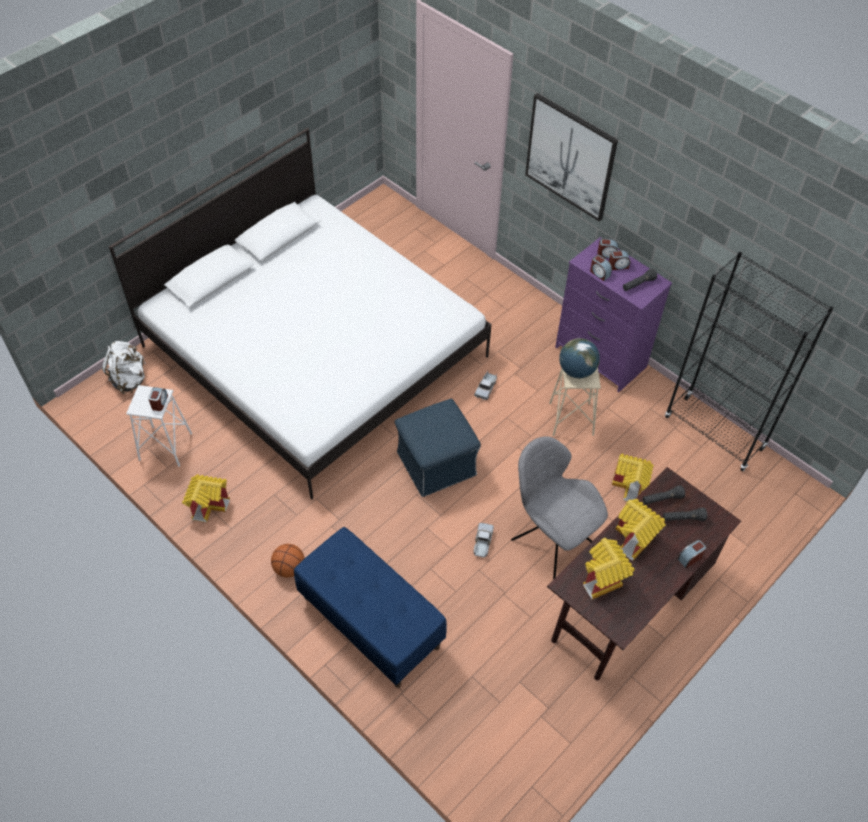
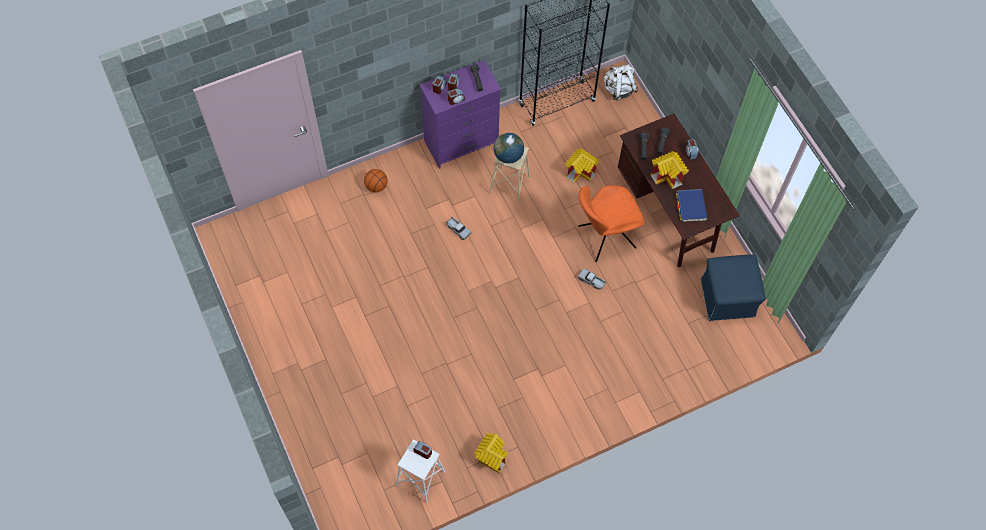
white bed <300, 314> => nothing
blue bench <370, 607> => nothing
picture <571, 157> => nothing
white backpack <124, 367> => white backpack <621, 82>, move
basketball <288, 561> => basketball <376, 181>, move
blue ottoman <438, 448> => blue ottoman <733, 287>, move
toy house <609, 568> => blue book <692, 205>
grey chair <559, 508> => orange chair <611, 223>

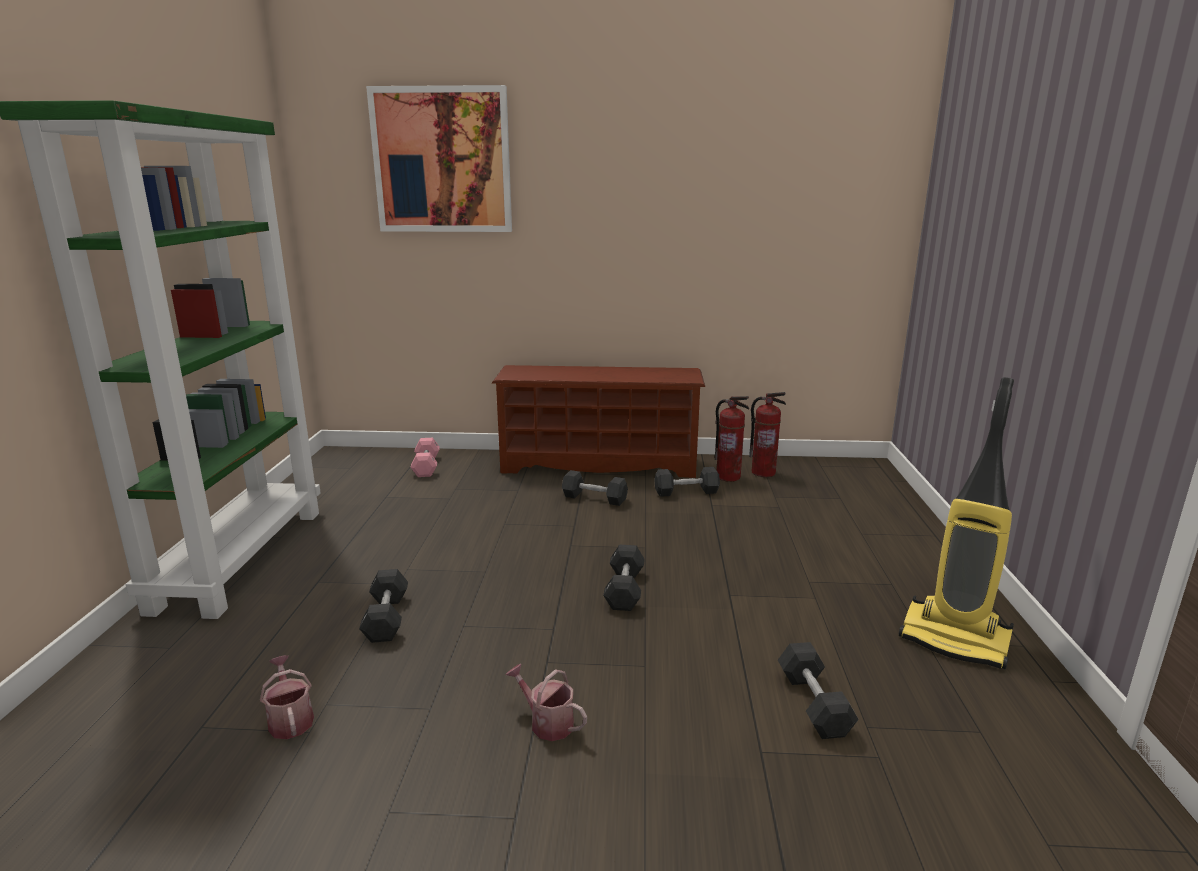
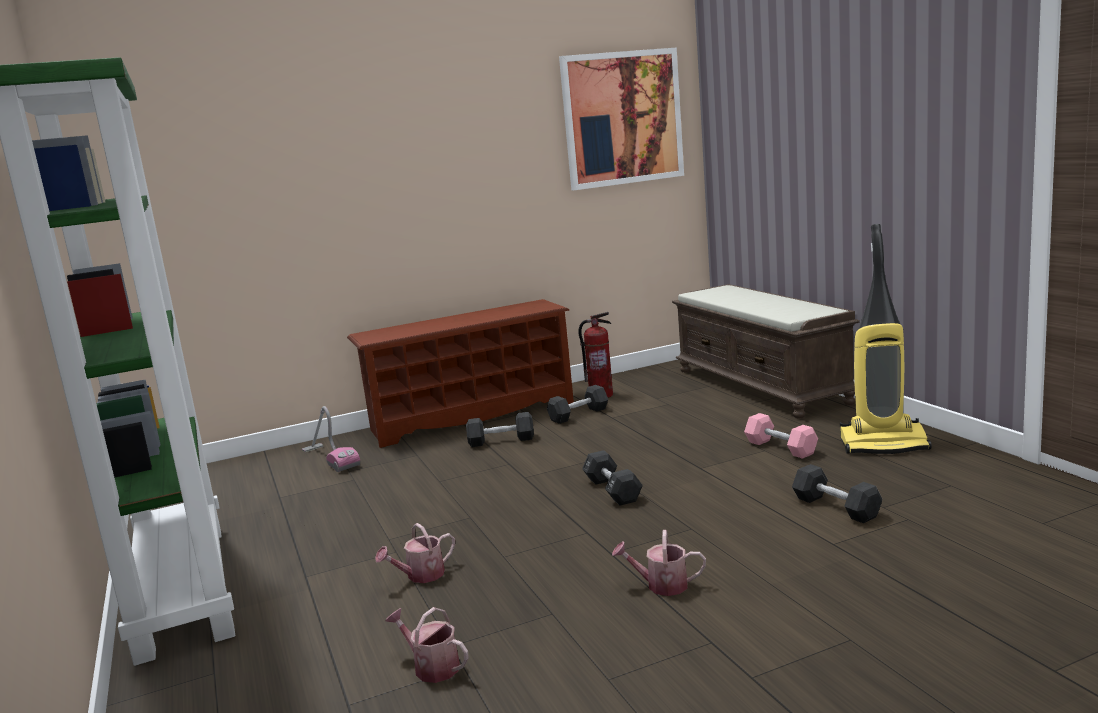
fire extinguisher <767, 434> => nothing
nothing => vacuum cleaner <331, 439>
nothing => brown bench <766, 351>
picture <439, 158> => picture <621, 118>, move
pink dumbbell <425, 457> => pink dumbbell <781, 436>, move
black dumbbell <383, 606> => watering can <415, 553>

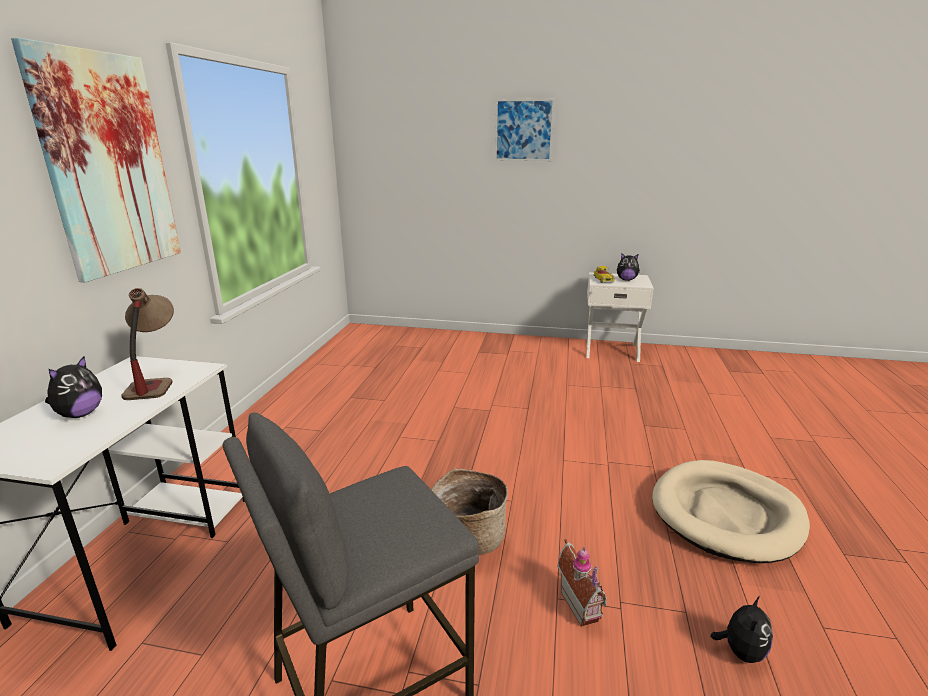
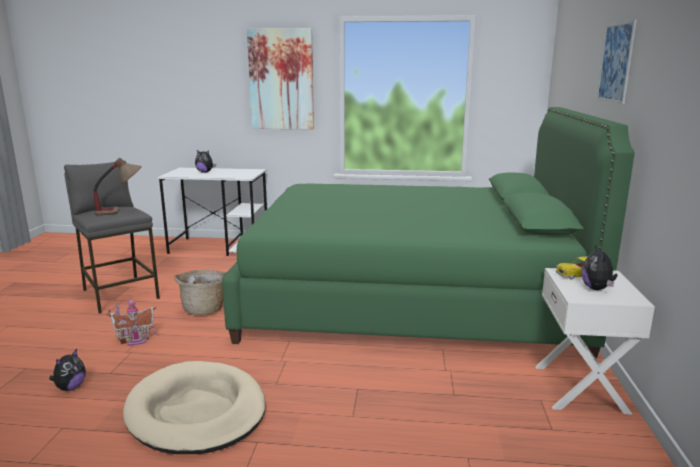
nothing => green bed <428, 233>
table lamp <147, 344> => table lamp <118, 186>, move
plush toy <741, 629> => plush toy <67, 370>, 90 degrees counterclockwise

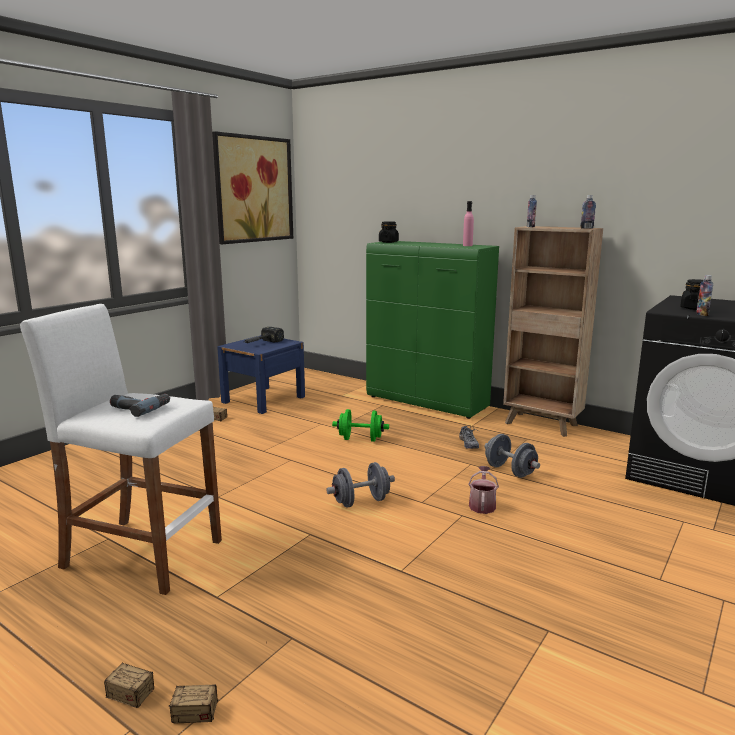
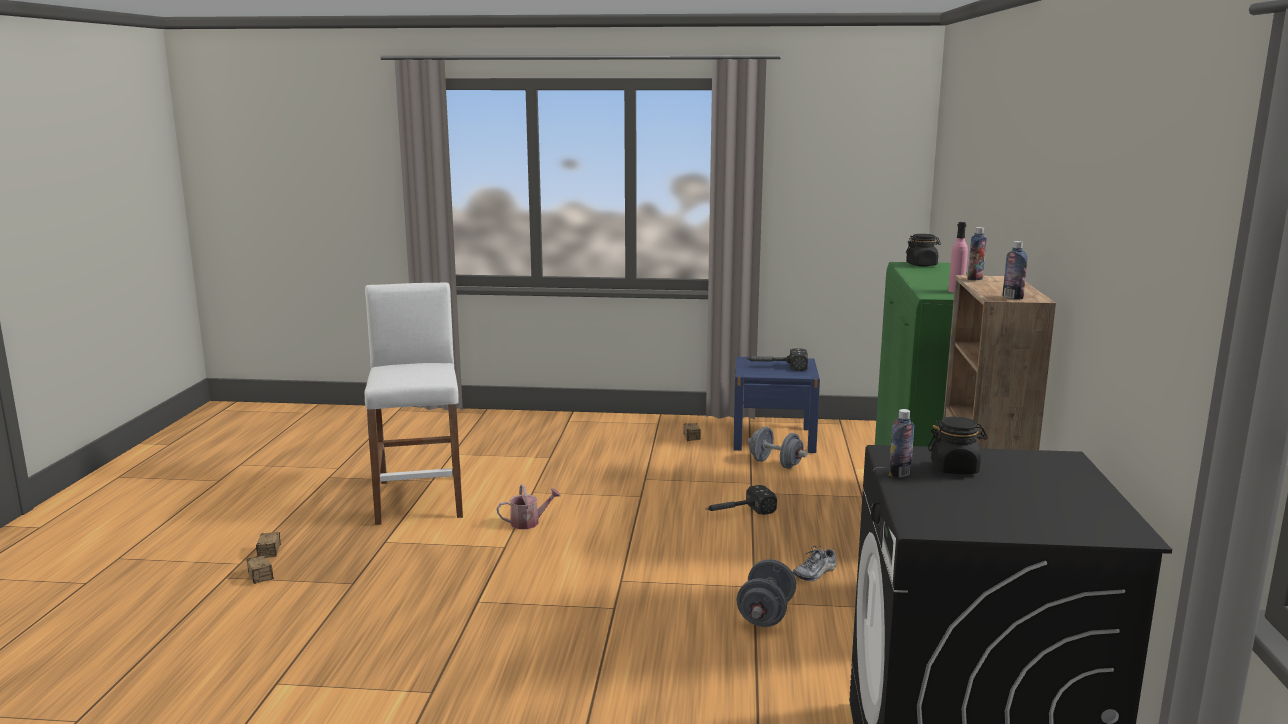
power drill <140, 405> => nothing
picture <252, 187> => nothing
grey dumbbell <360, 485> => grey dumbbell <777, 448>, move
watering can <483, 490> => watering can <529, 506>, move
green dumbbell <360, 425> => hammer <741, 500>

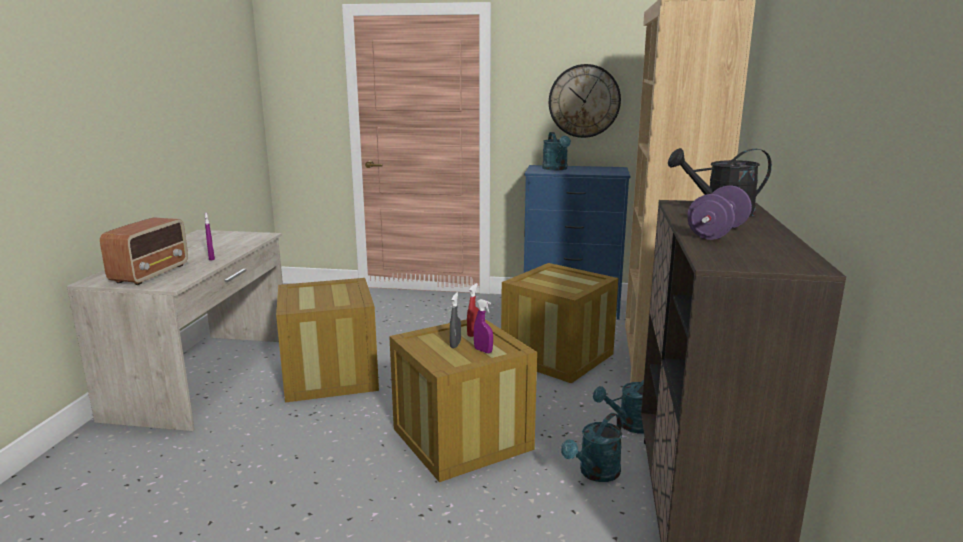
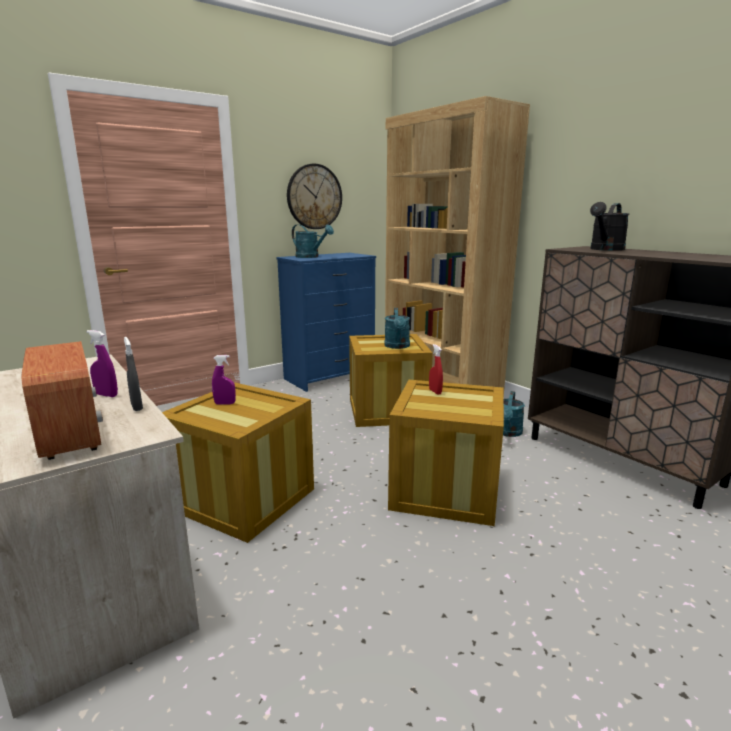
purple dumbbell <719, 213> => nothing
grey spray bottle <455, 320> => grey spray bottle <133, 374>, move
purple spray bottle <483, 326> => purple spray bottle <224, 379>, move
turquoise watering can <591, 447> => turquoise watering can <397, 328>, move

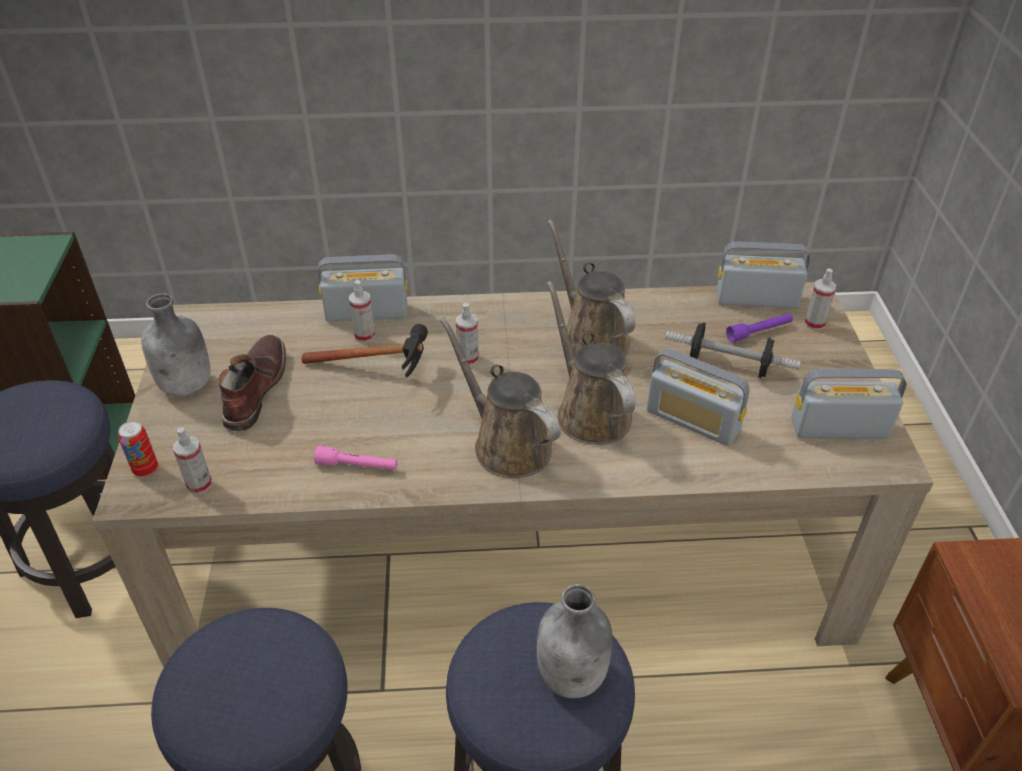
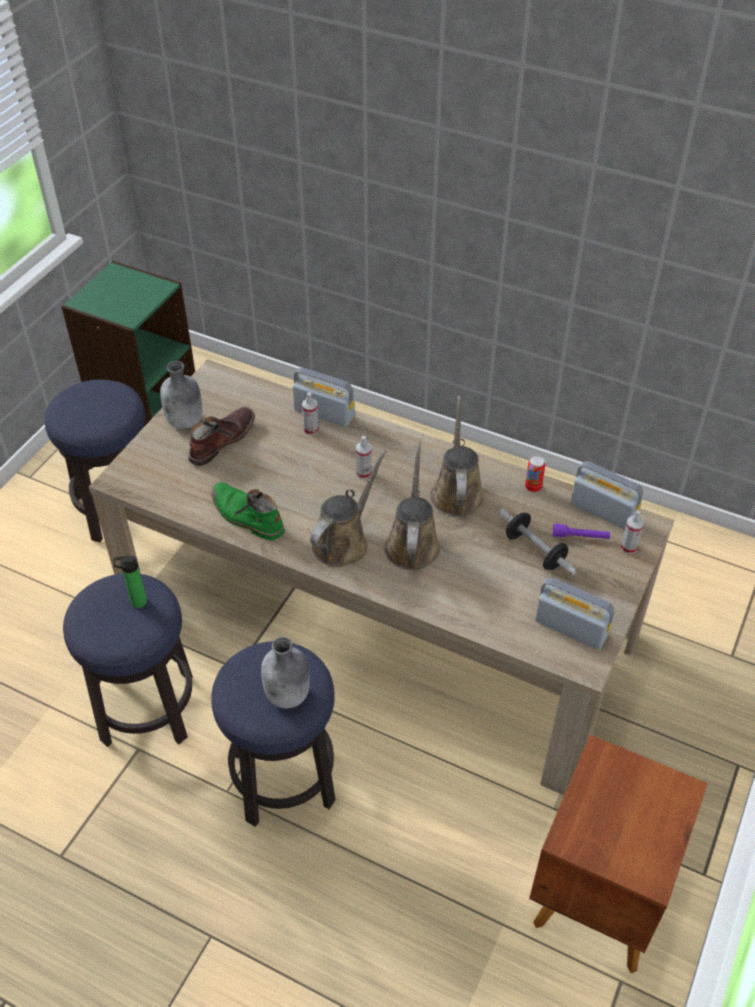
spray bottle <192, 460> => nothing
hammer <365, 351> => nothing
radio <698, 397> => nothing
nothing => bottle <130, 581>
can <138, 449> => can <535, 474>, move
pink flashlight <356, 457> => green boot <248, 511>
brown watering can <500, 397> => brown watering can <348, 508>, 45 degrees clockwise

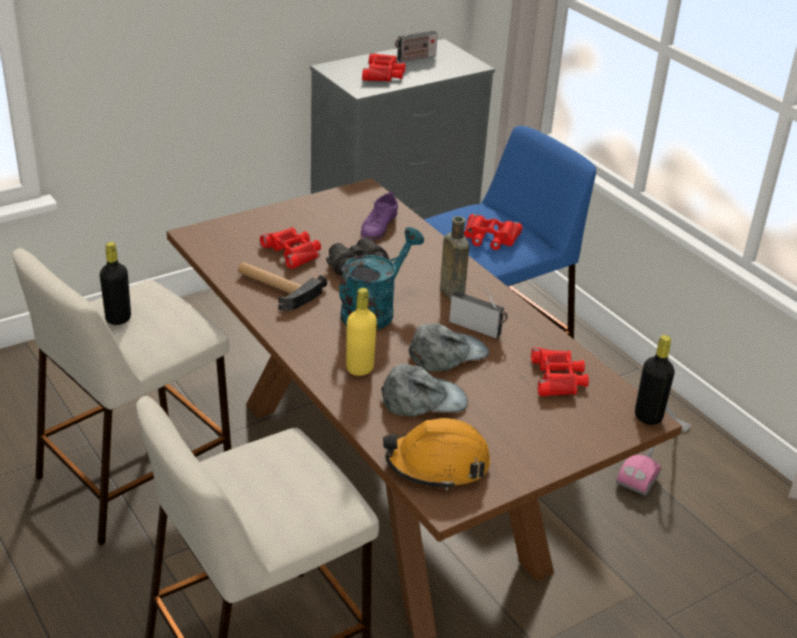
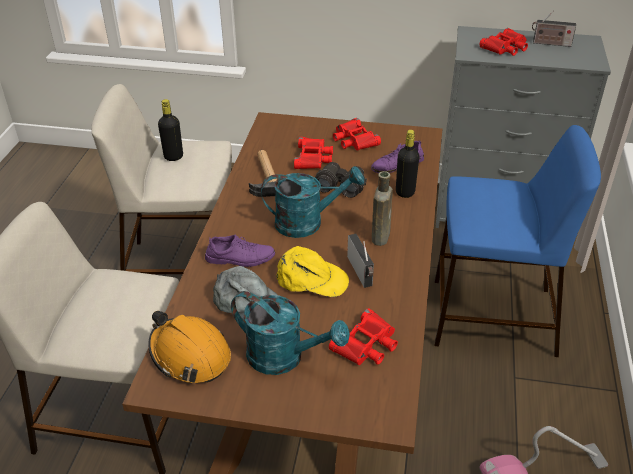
nothing => turquoise watering can <290, 333>
red binoculars <493, 232> => red binoculars <357, 134>, move
black bottle <655, 380> => black bottle <407, 164>, move
yellow bottle <361, 332> => purple shoe <240, 251>
grey cap <449, 347> => yellow cap <312, 271>

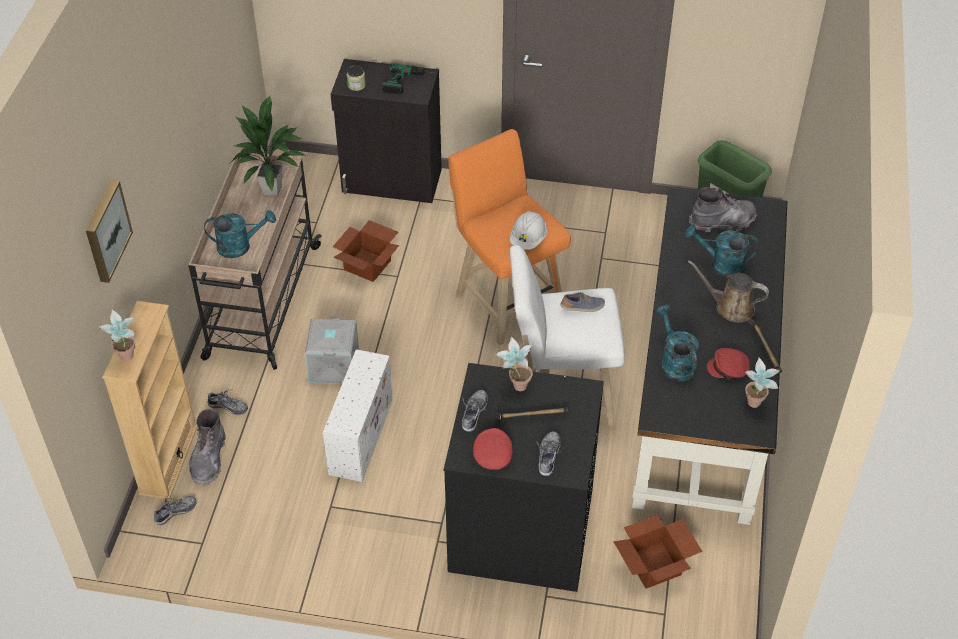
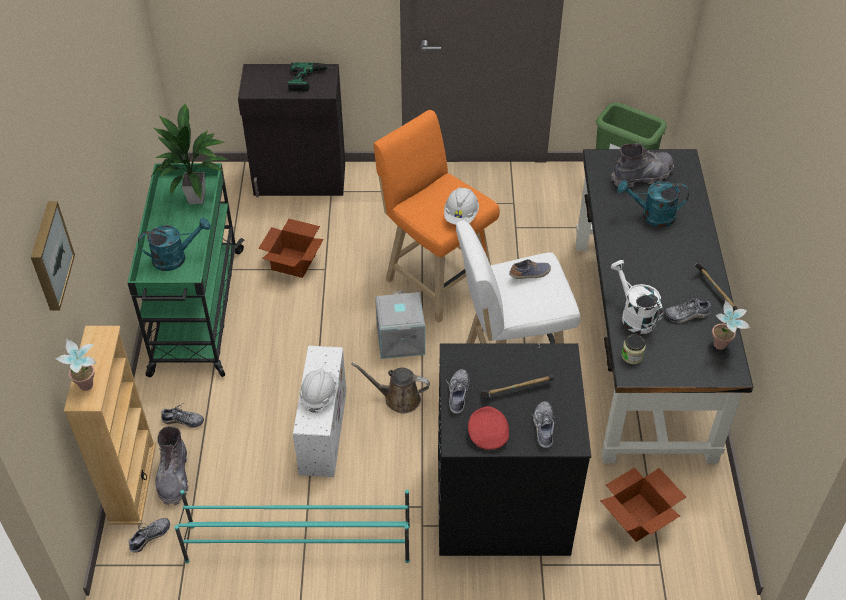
potted plant <514, 364> => nothing
nothing => turquoise shoe rack <292, 526>
nothing => white hard hat <319, 390>
grey storage box <332, 350> => grey storage box <400, 325>, move
jar <356, 78> => jar <633, 349>, move
brown watering can <728, 291> => brown watering can <390, 388>, move
red cap <728, 363> => shoe <688, 309>
beige cart <255, 260> => green cart <186, 270>
turquoise watering can <677, 343> => white watering can <637, 297>

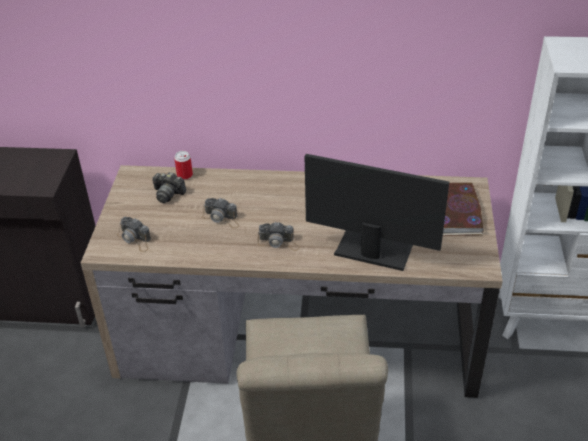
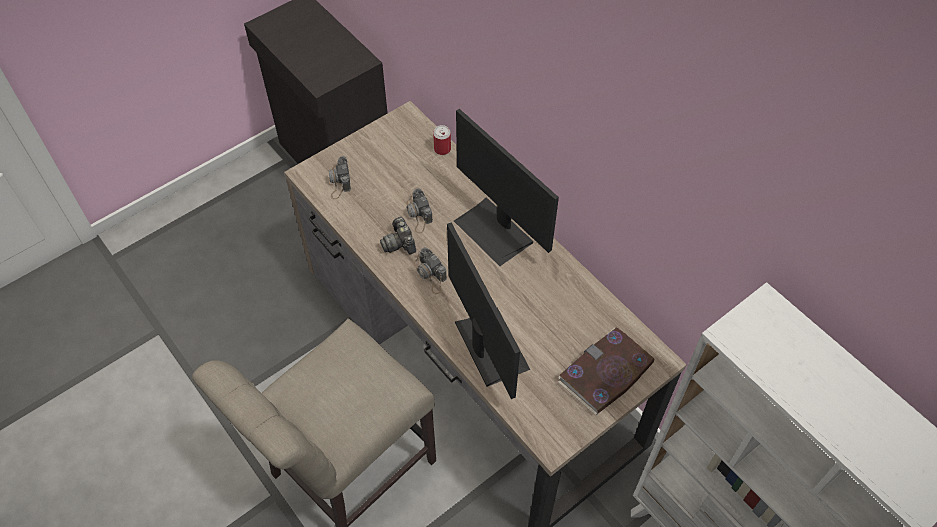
nothing => monitor <506, 187>
photo camera <169, 187> => photo camera <398, 235>, move

